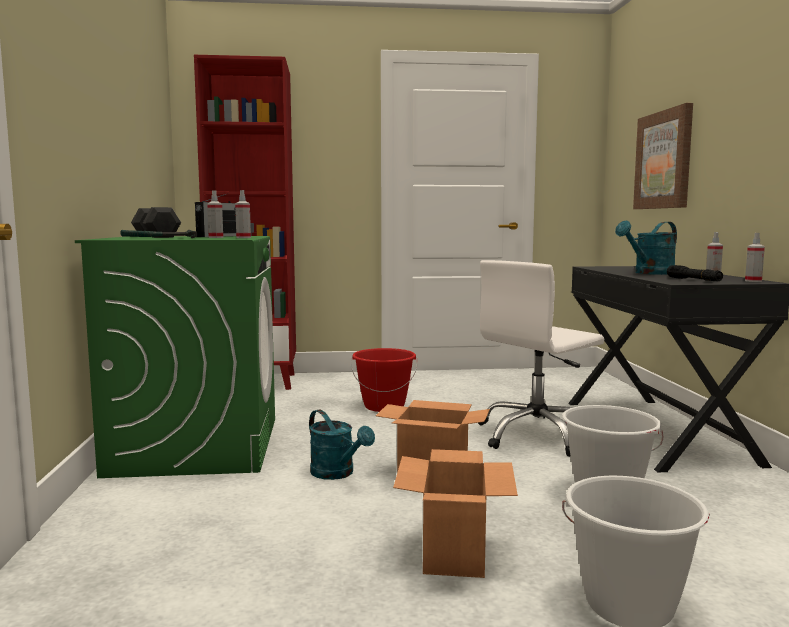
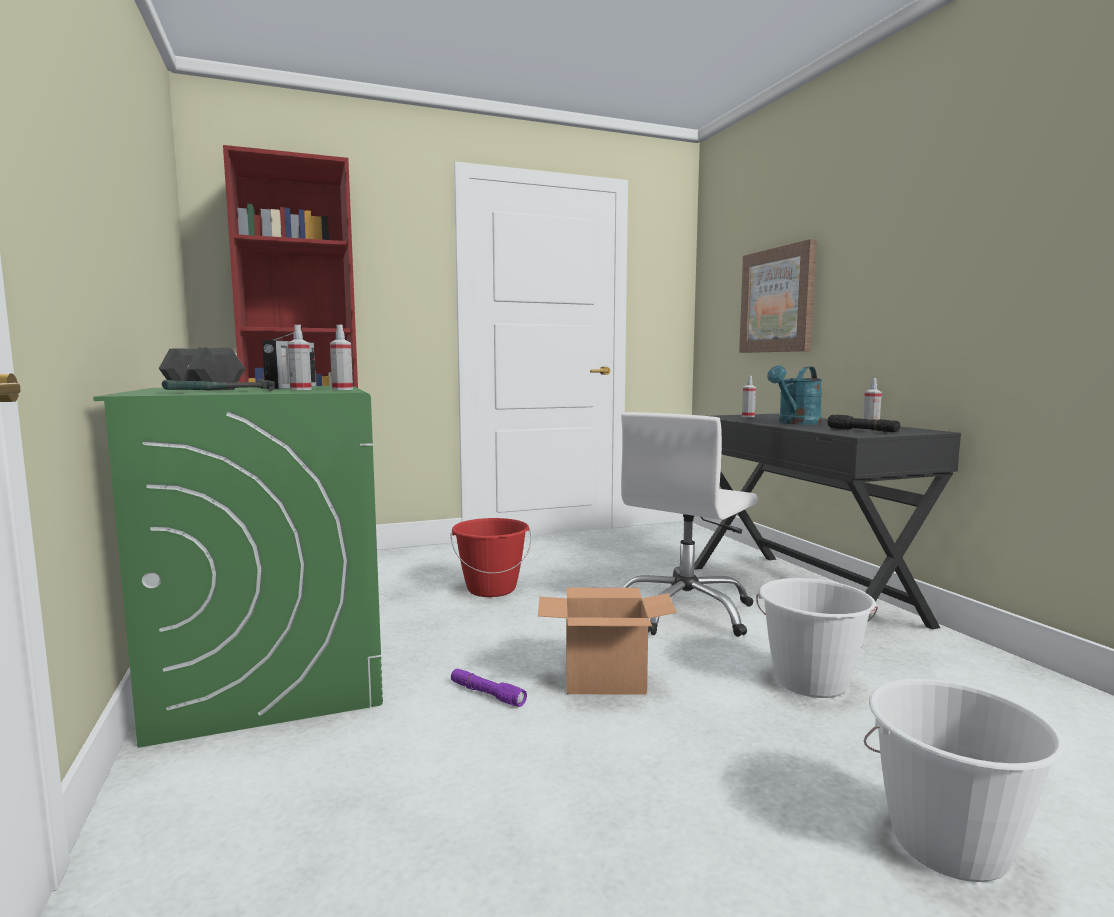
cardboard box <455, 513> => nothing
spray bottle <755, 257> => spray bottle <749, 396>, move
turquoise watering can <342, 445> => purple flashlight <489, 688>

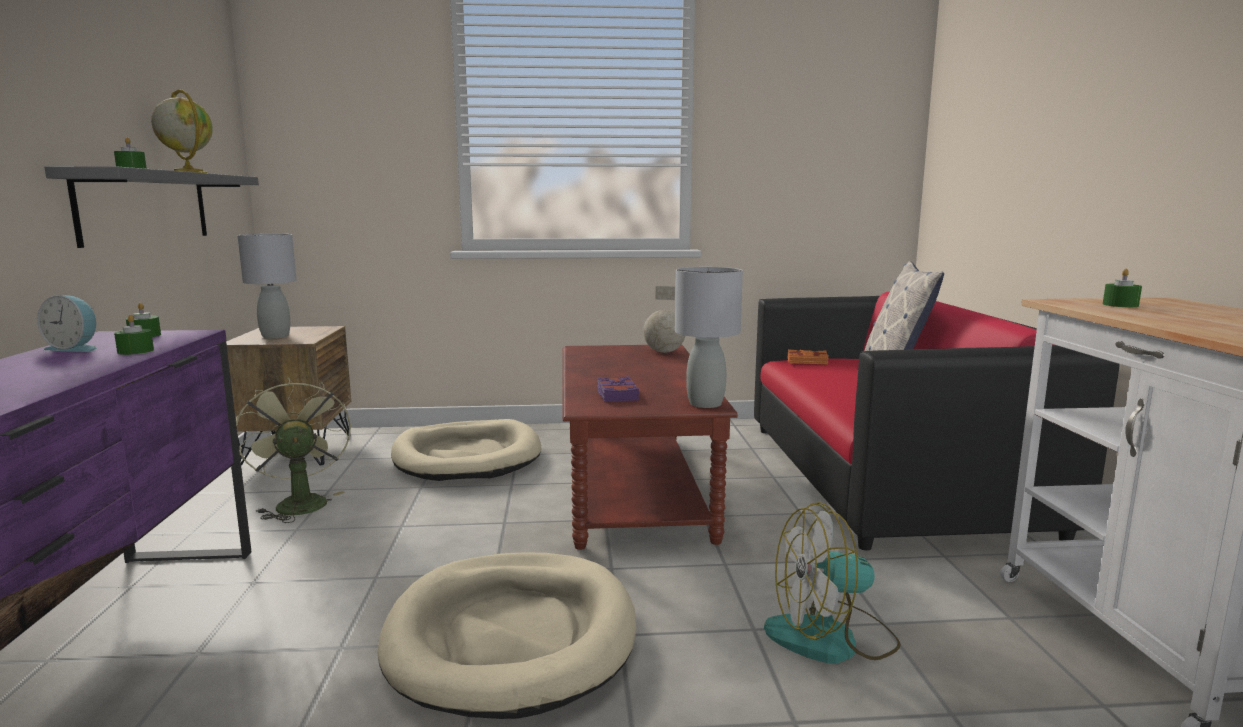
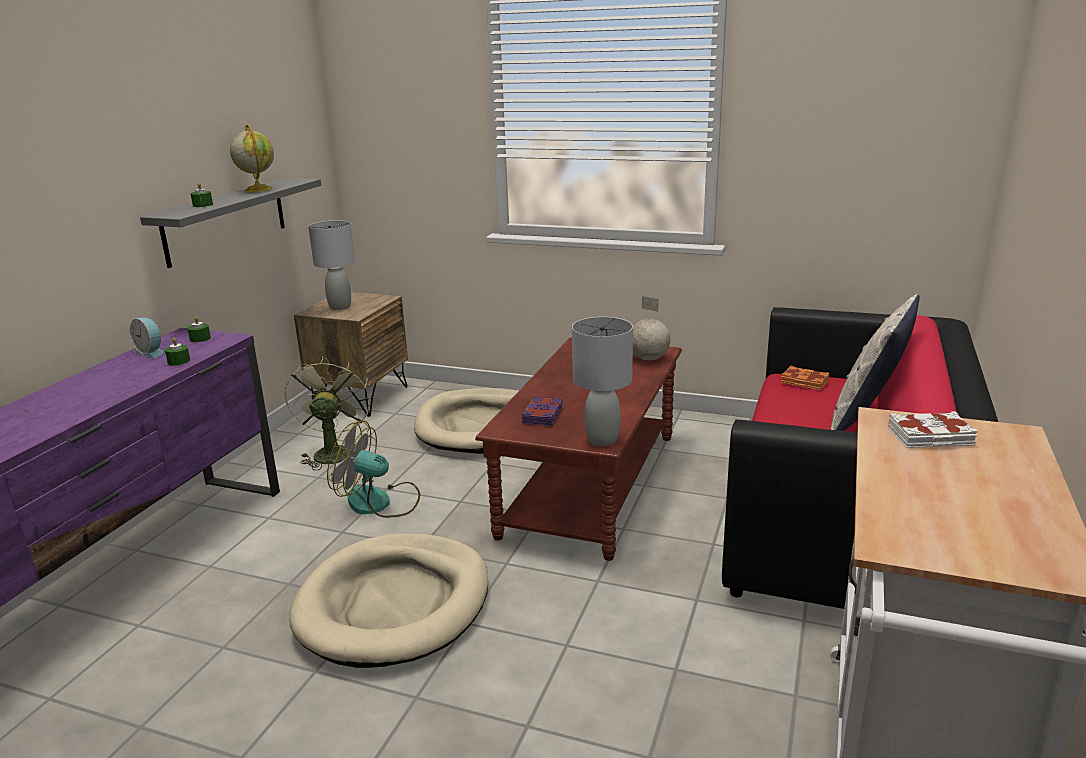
fan <832, 583> => fan <373, 469>, move
green candle <1122, 288> => white book <933, 429>

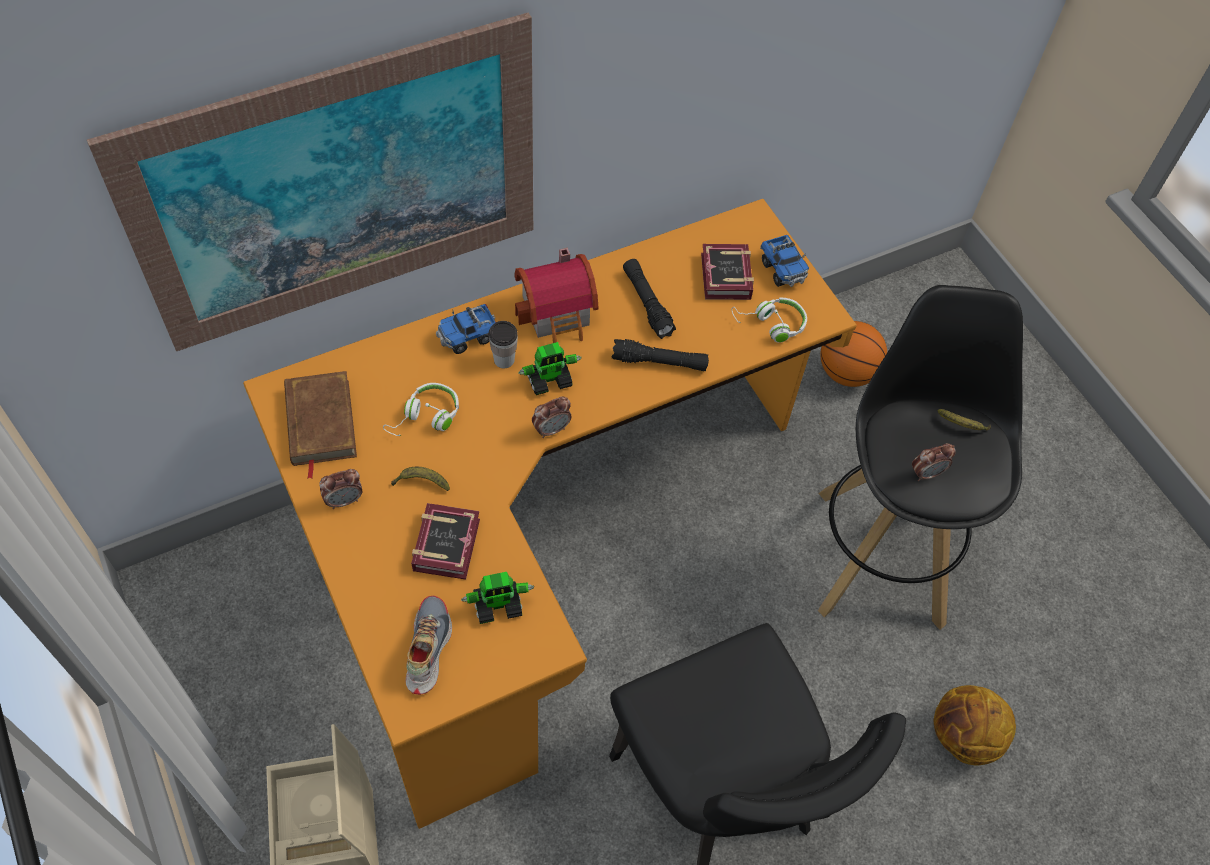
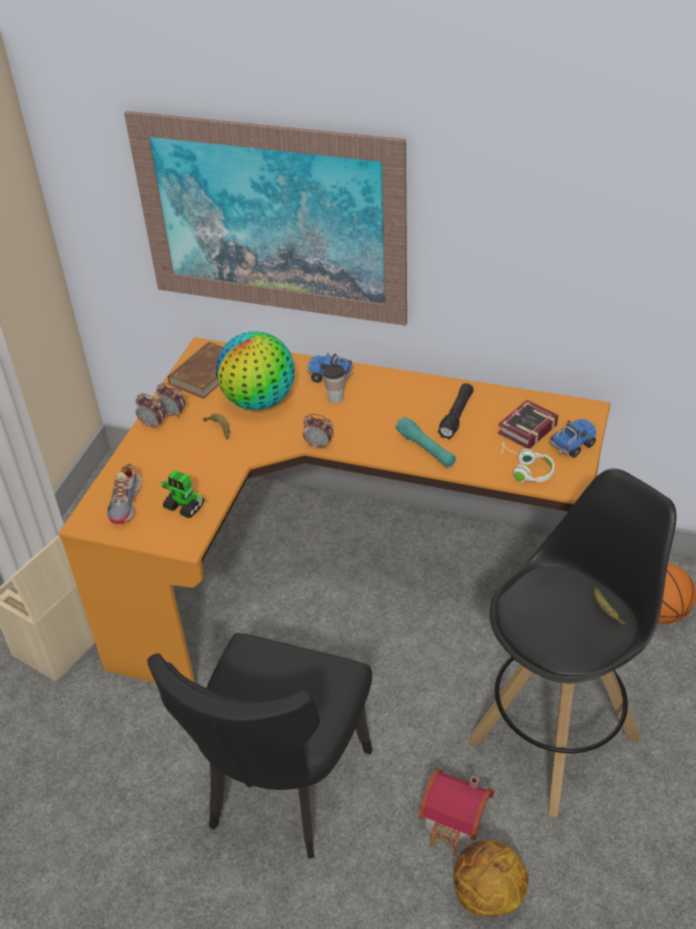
book <445, 541> => nothing
toy robot <549, 368> => nothing
toy house <556, 295> => toy house <456, 812>, move
alarm clock <934, 462> => alarm clock <150, 411>, move
white headphones <421, 409> => globe <255, 370>
black flashlight <660, 355> => turquoise flashlight <425, 442>
shoe <429, 645> => shoe <124, 493>, 135 degrees clockwise
toy truck <784, 261> => toy truck <573, 438>, 150 degrees counterclockwise

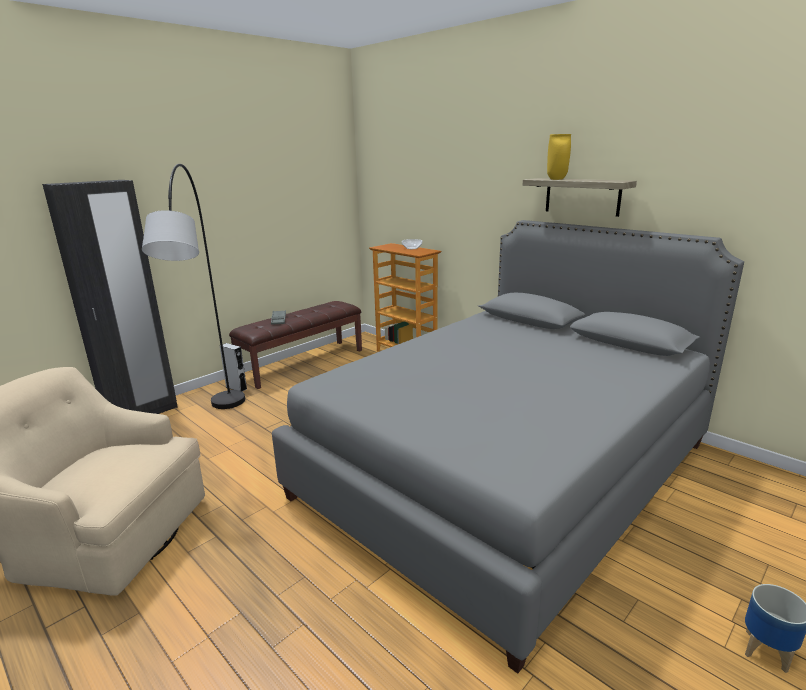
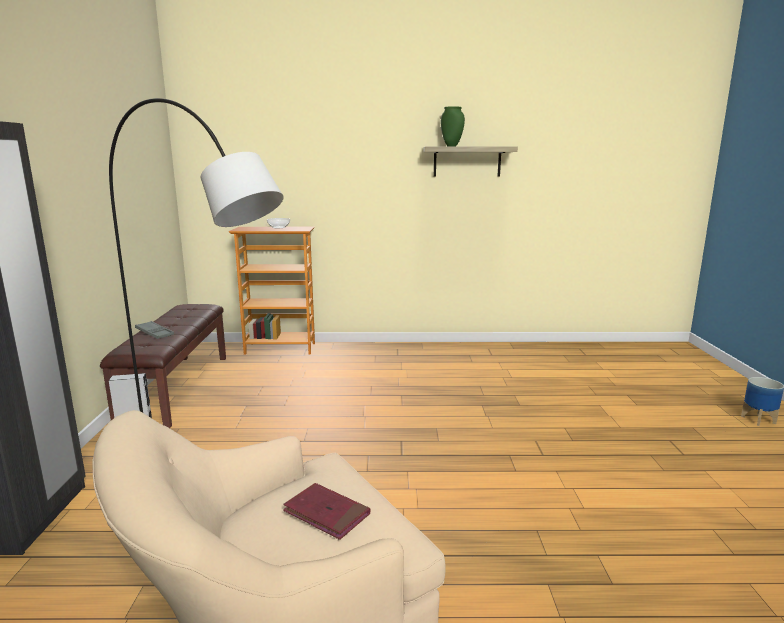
grey bed <508, 447> => nothing
nothing => red book <326, 511>
yellow vase <559, 157> => green vase <453, 126>

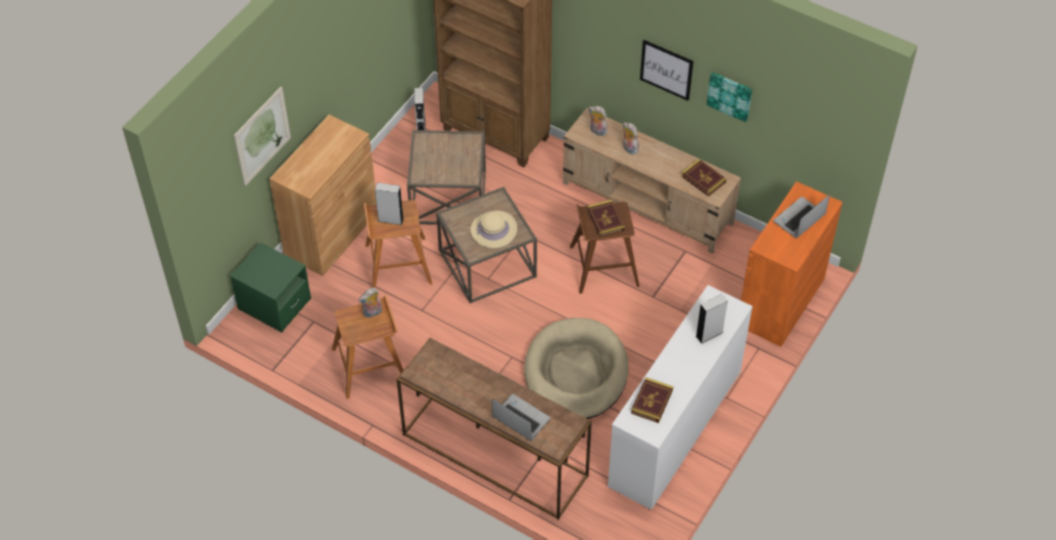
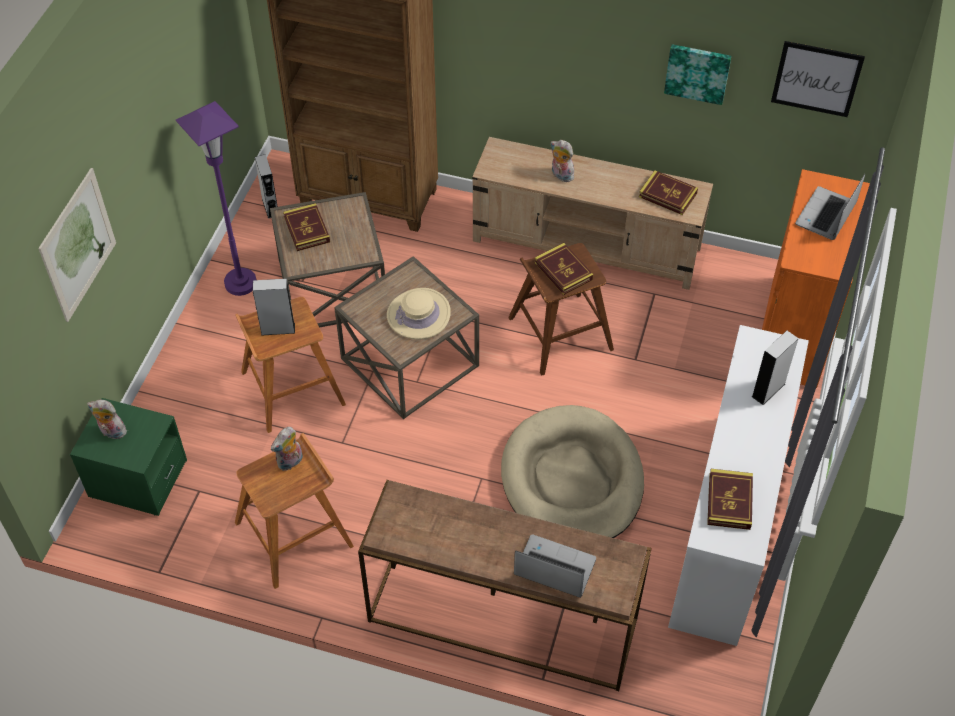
brown cabinet <322, 195> => nothing
nothing => purple floor lamp <216, 198>
nothing => book <306, 227>
plush toy <597, 121> => plush toy <107, 419>, move
picture <667, 70> => picture <818, 79>, move

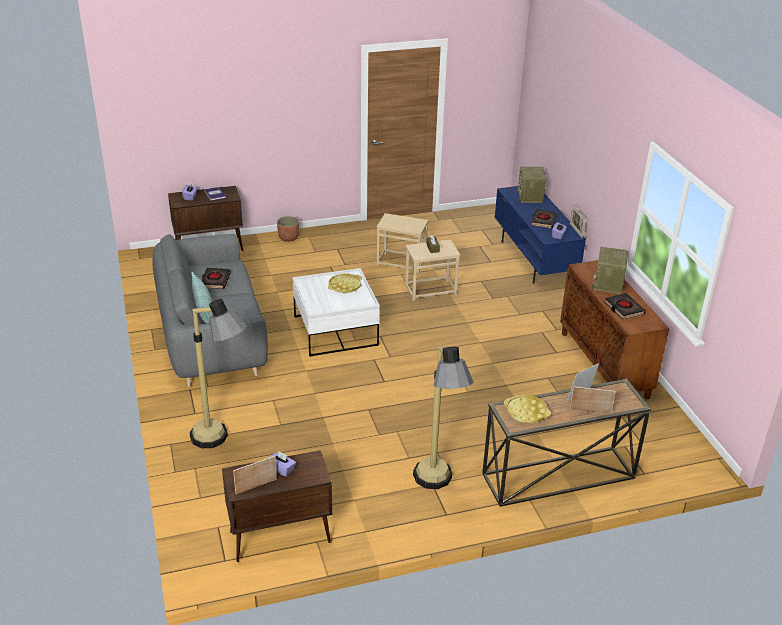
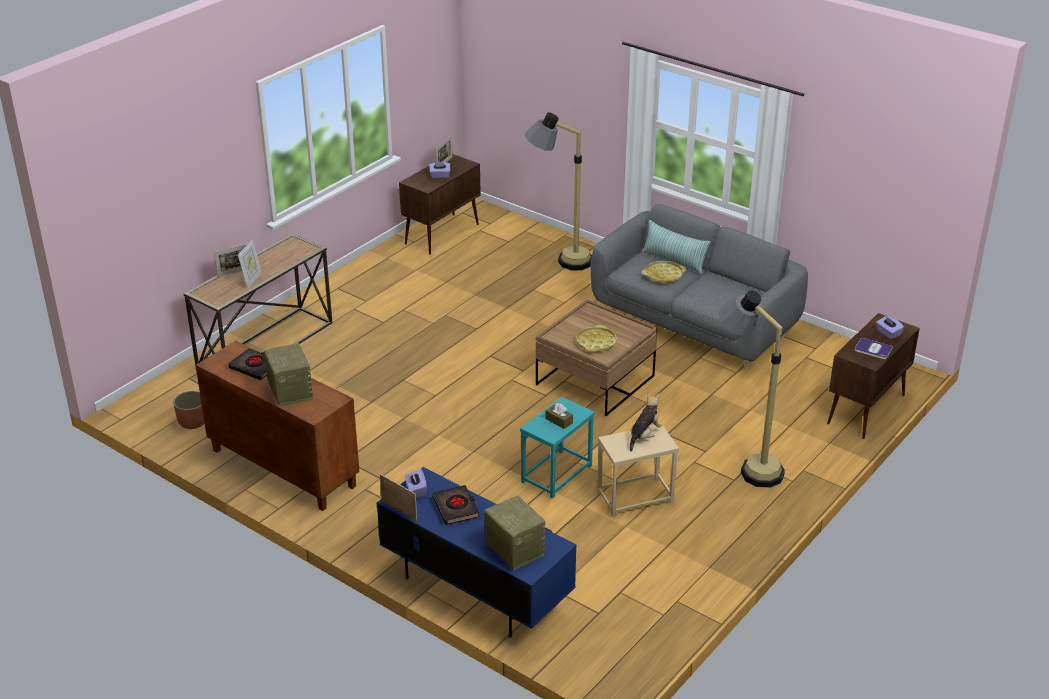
black book <216, 278> => nothing
nothing => plush toy <646, 422>
planter <288, 229> => planter <189, 410>, move
floor lamp <443, 417> => floor lamp <751, 389>, move
yellow tray <527, 409> => yellow tray <664, 272>, move
white coffee table <336, 312> => brown coffee table <597, 358>
beige side table <432, 270> => turquoise side table <557, 447>

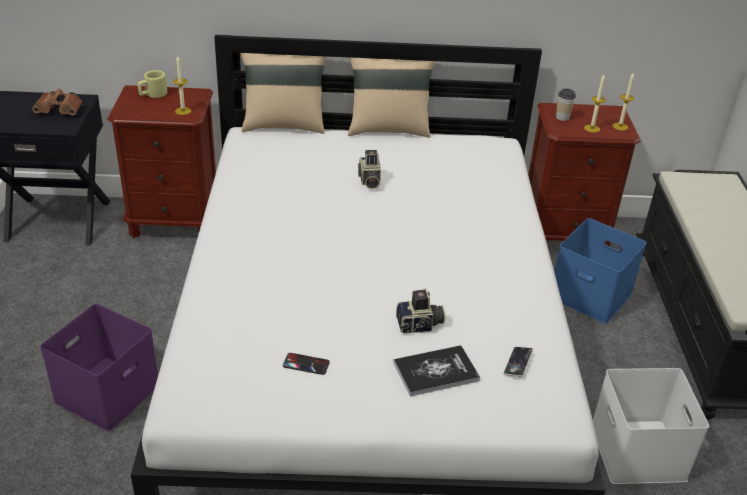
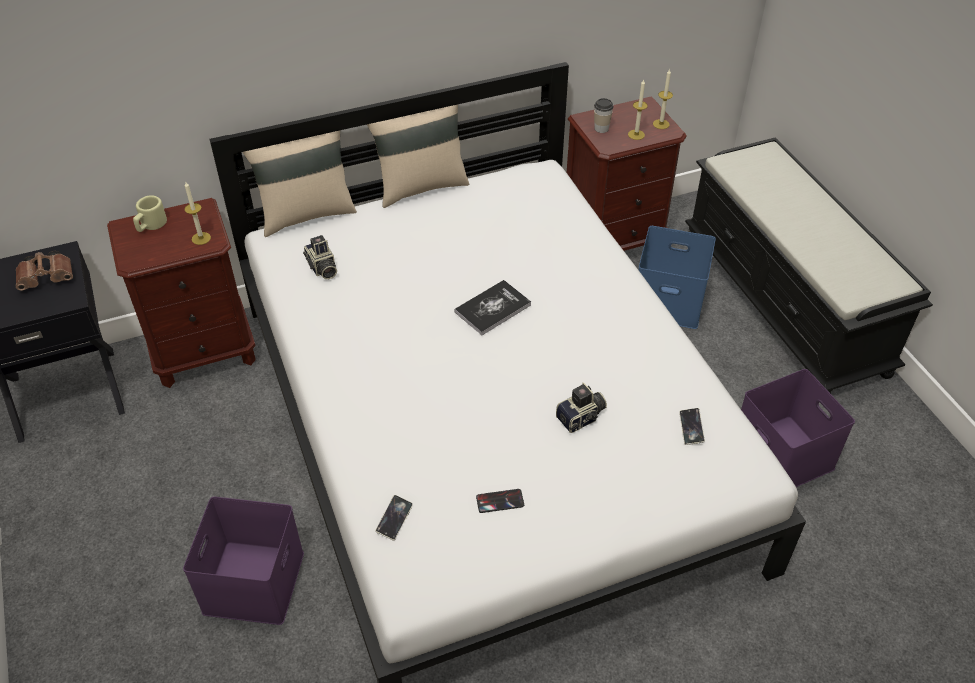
nothing => phone <394, 517>
photo camera <369, 169> => photo camera <320, 257>, move
book <437, 370> => book <492, 307>, move
white storage box <651, 426> => purple storage box <798, 428>

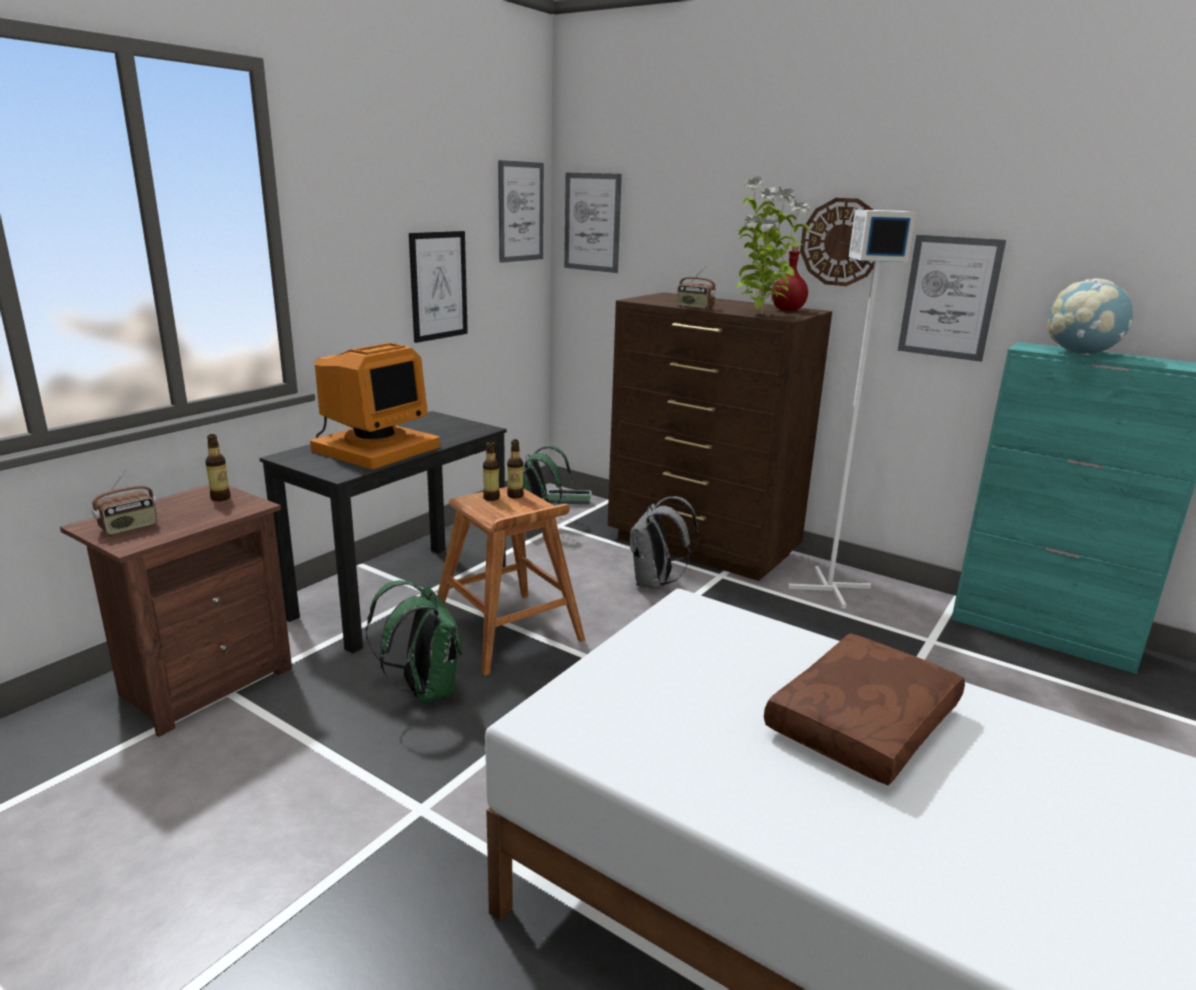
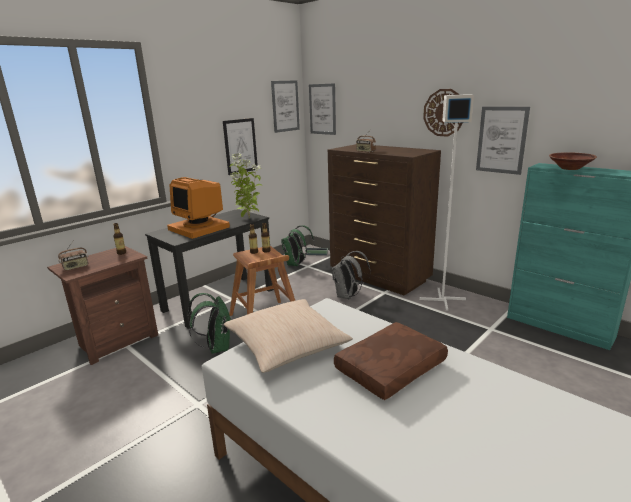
red bottle <790, 278> => nothing
nothing => beige pillow <288, 336>
potted plant <773, 245> => potted plant <246, 185>, move
globe <1090, 316> => brown bowl <573, 161>
monitor <375, 406> => monitor <198, 208>, 90 degrees clockwise

